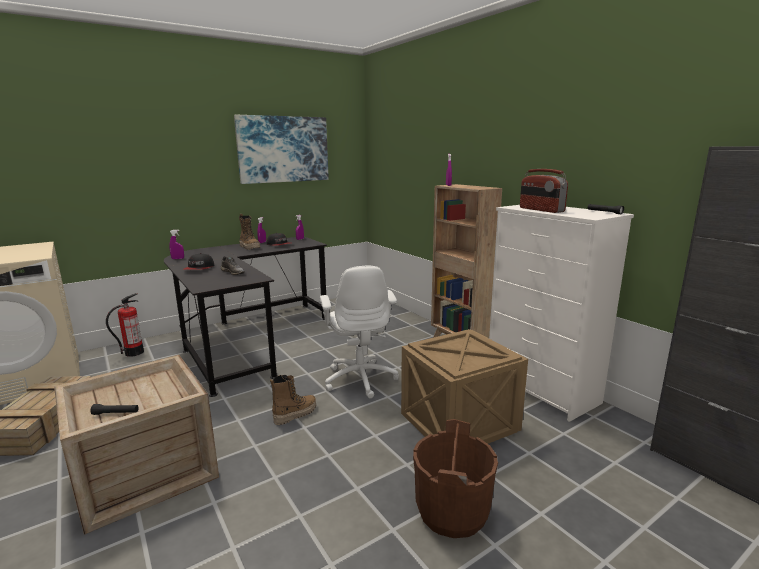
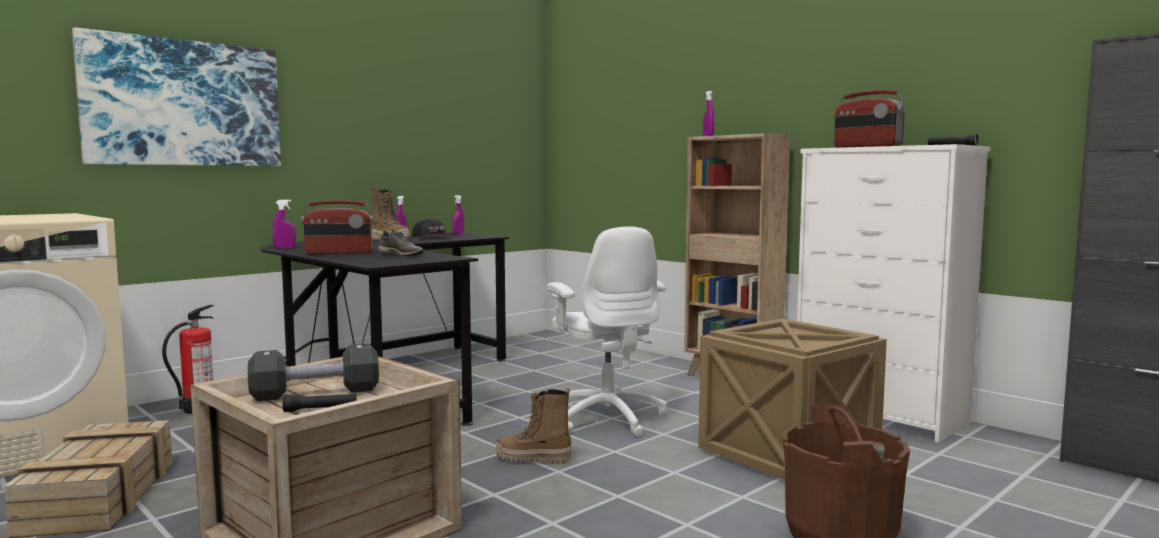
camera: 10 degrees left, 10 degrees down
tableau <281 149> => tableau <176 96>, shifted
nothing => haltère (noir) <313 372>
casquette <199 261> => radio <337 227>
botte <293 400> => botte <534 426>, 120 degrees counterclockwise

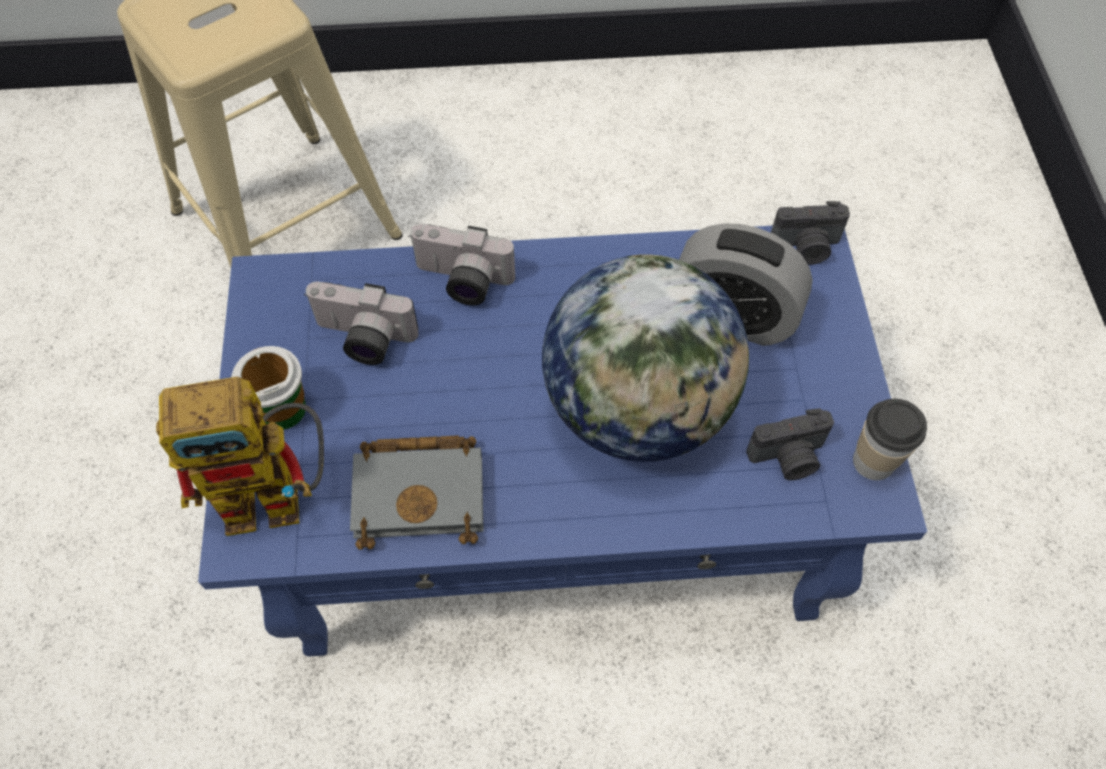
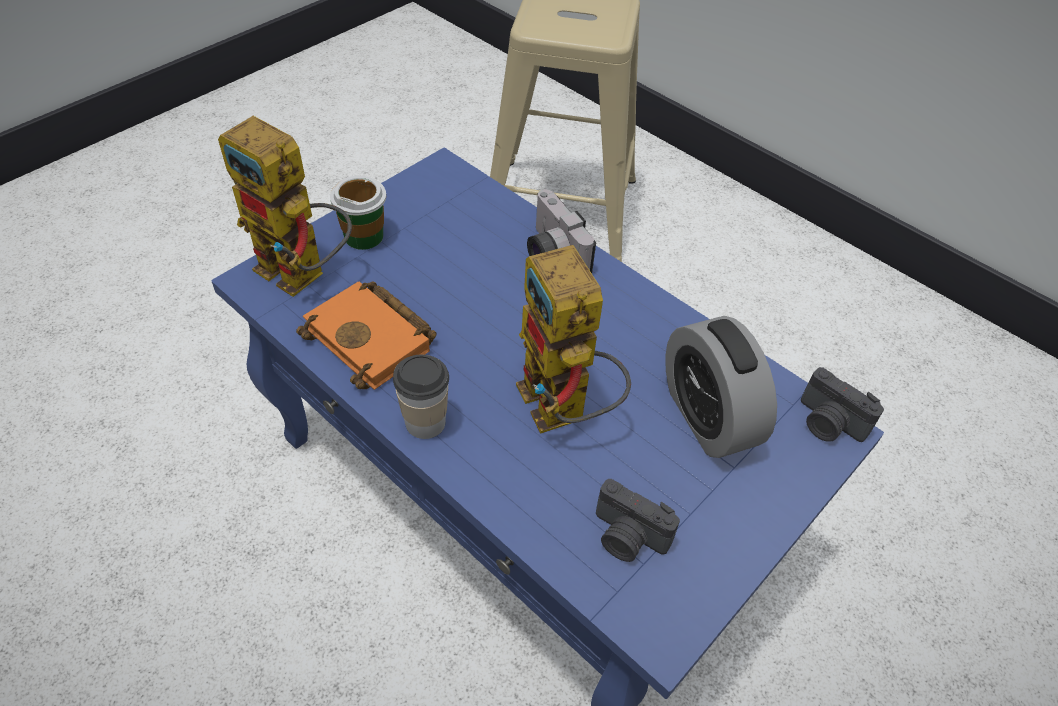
camera: 45 degrees right, 10 degrees down
livre (gris) <417 492> => livre (orange) <366 335>
tasse <890 439> => tasse <421 396>, shifted
globe <645 358> => robot jouet <573 339>
appareil photo <361 323> => nothing

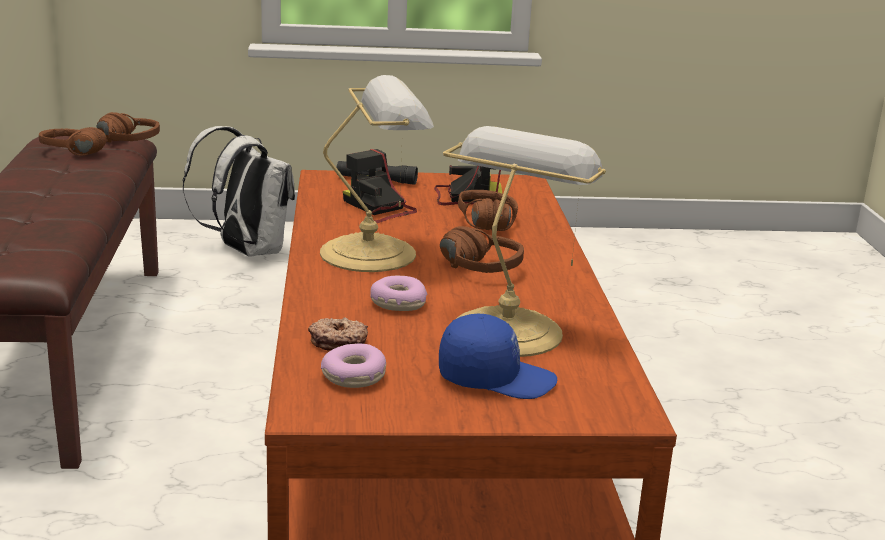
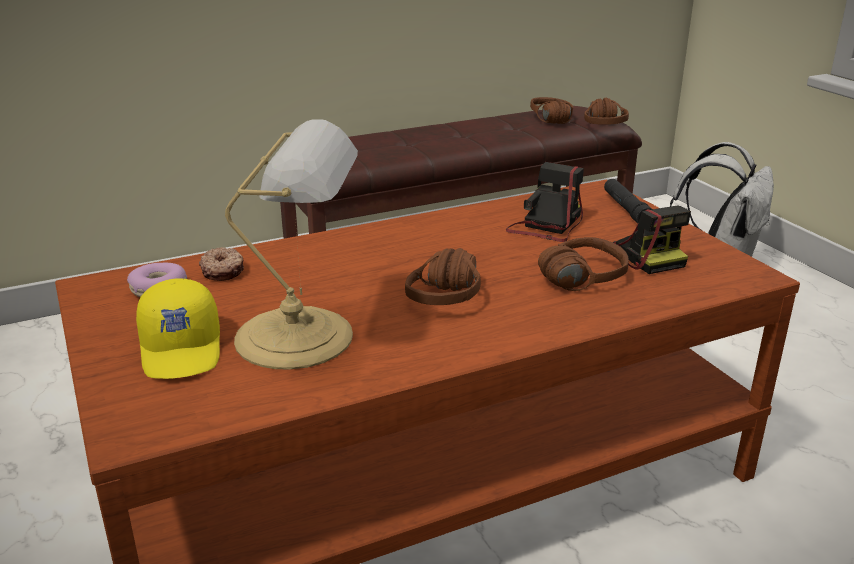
camera: 70 degrees right, 5 degrees up
casquette (bleu) <498 356> => casquette (jaune) <178 329>
lampe de table <377 173> => nothing
beignet <398 293> => nothing

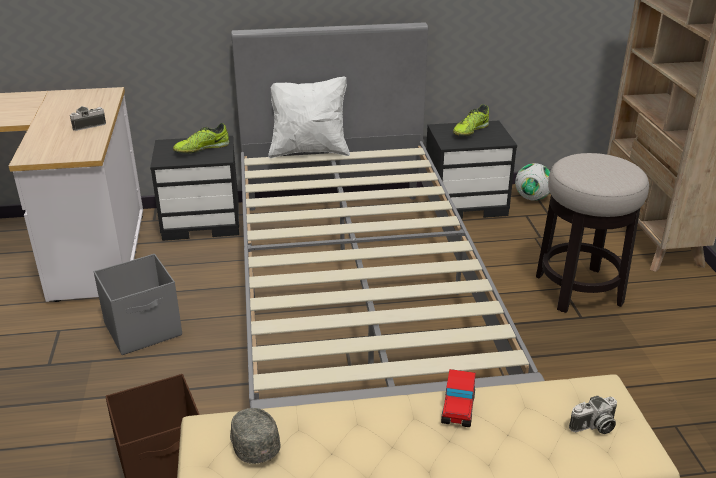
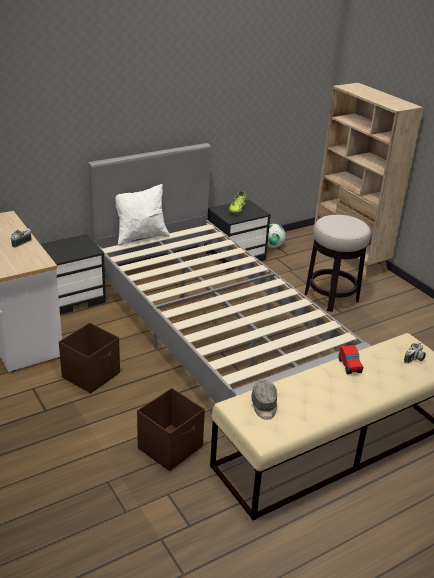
camera: 25 degrees left, 0 degrees up
boîte de rangement (gris) <138 304> => boîte de rangement (marron) <89 358>
casquette (gris) <255 436> => casquette (gris) <264 400>, 135 degrees counterclockwise
chaussure <201 138> => nothing

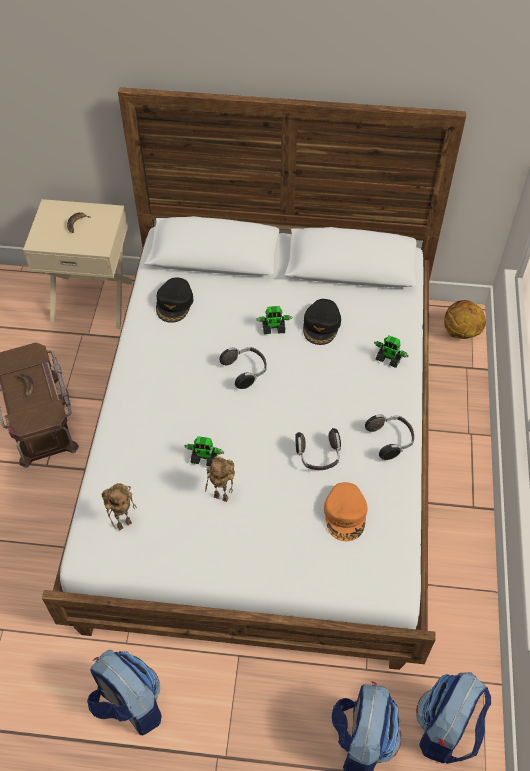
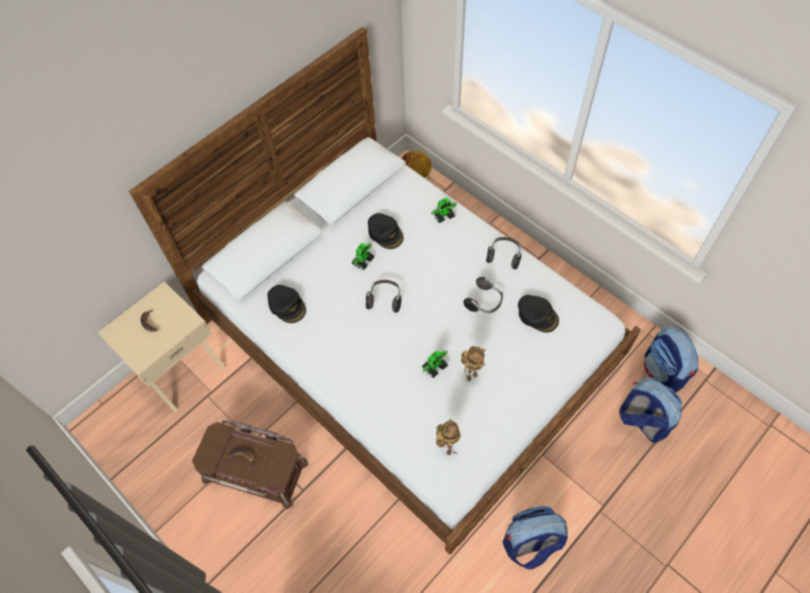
camera: 50 degrees left, 5 degrees up
casquette (orange) <346 511> => casquette (noir) <538 314>

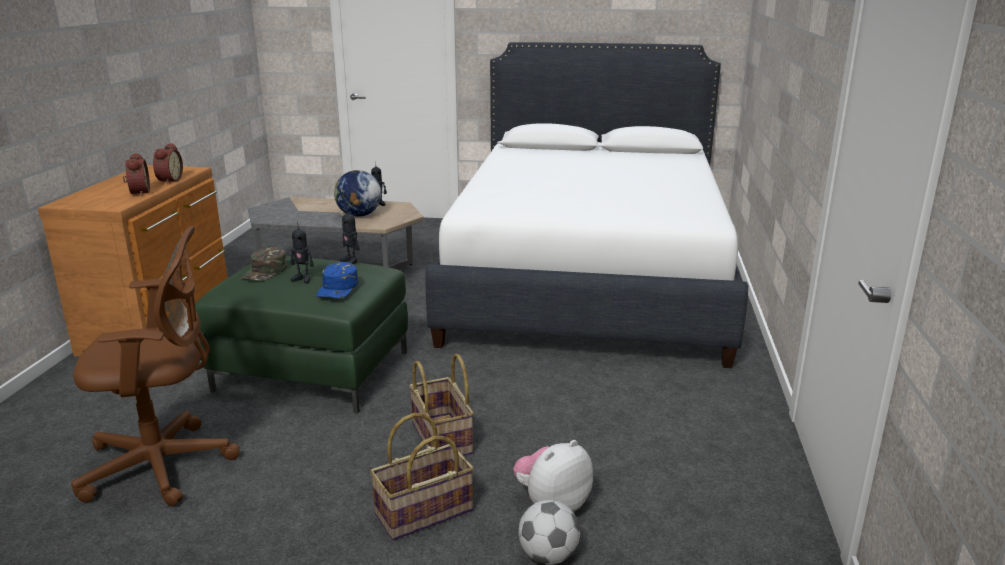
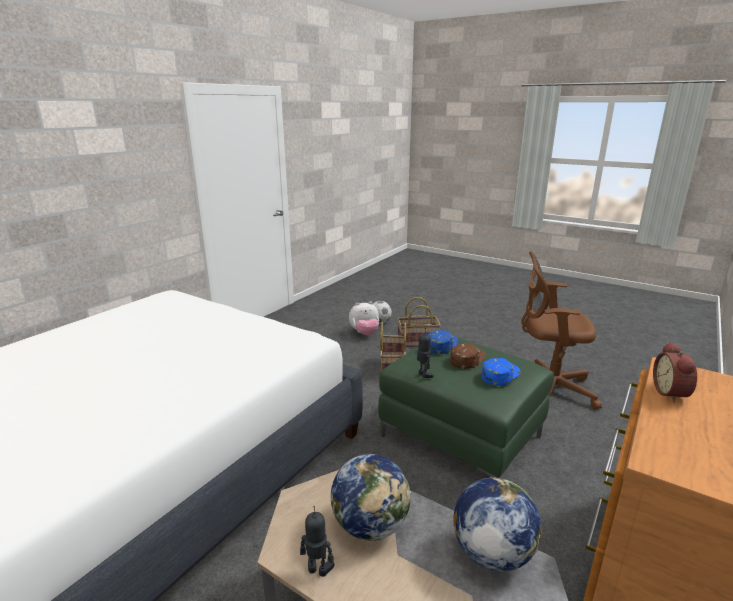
camera: 155 degrees left, 0 degrees up
robot jouet <302 252> => casquette (marron) <468 356>
nothing => globe <497 525>
casquette (vert) <264 264> => casquette (bleu) <501 372>
réveil <168 163> => nothing

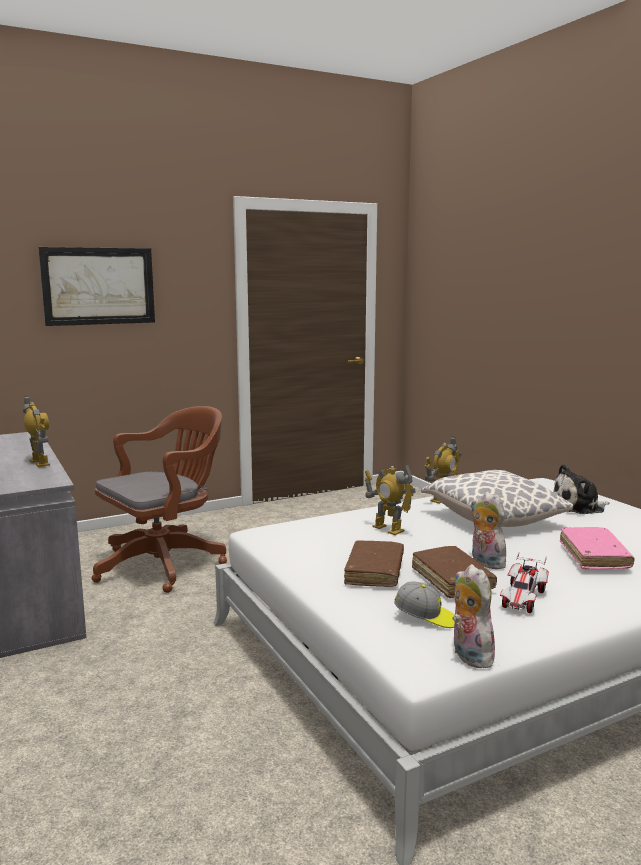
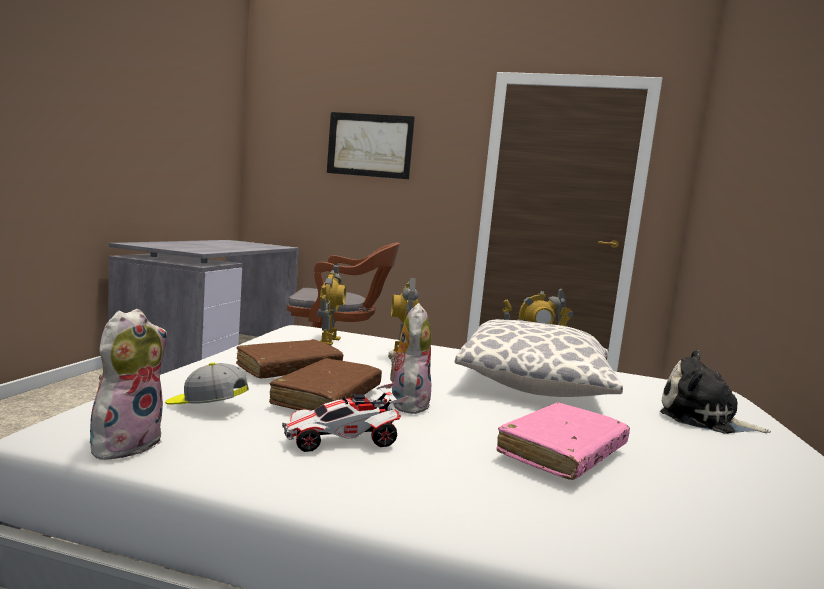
camera: 40 degrees right, 5 degrees down
casquette <424 604> => casquette <207 383>, 135 degrees clockwise
robot jouet <36 431> => robot jouet <331 304>, shifted

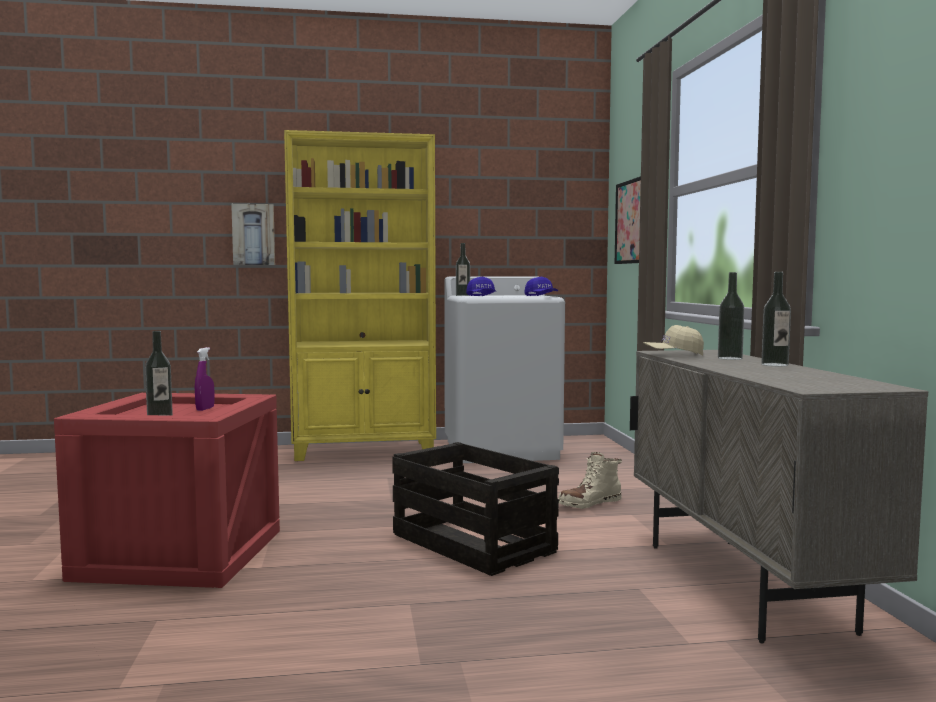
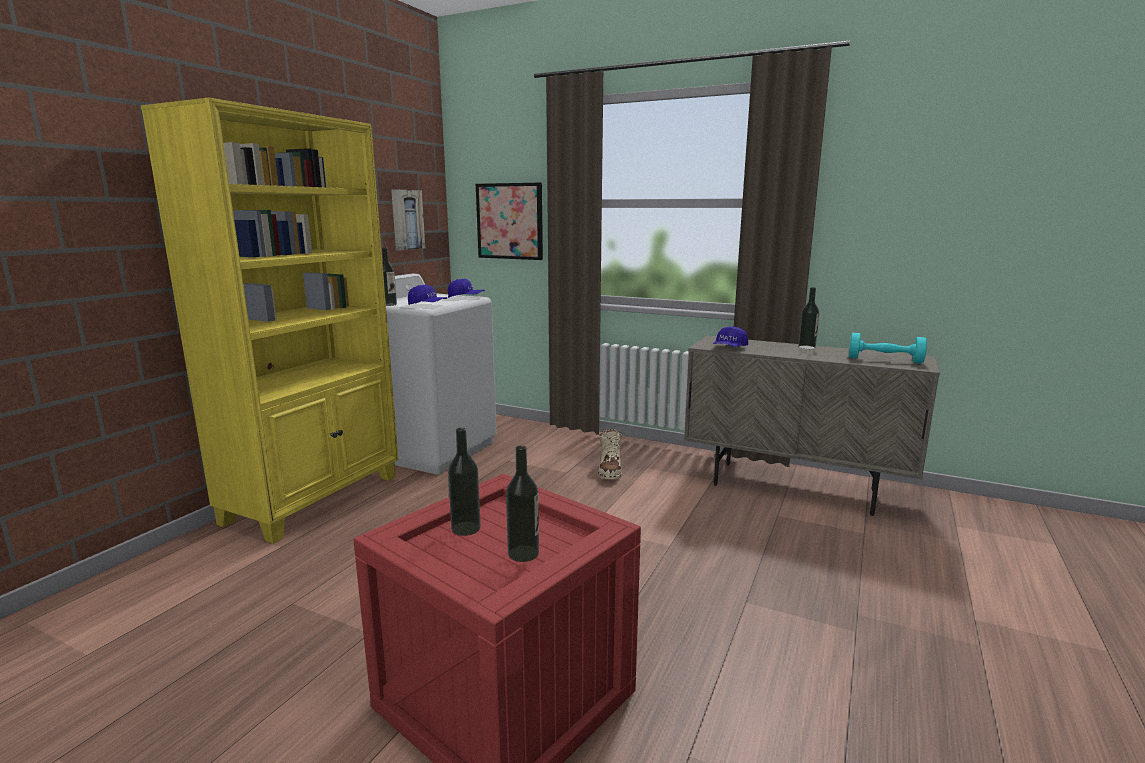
camera: 55 degrees left, 10 degrees up
tableau <253 234> => tableau <408 219>, shifted
bouteille <731 316> => bouteille <464 482>, shifted
casquette (beige) <673 340> => casquette (bleu) <730 336>
nothing => haltère (turquoise) <888 348>
vaporisateur (violet) <205 379> => nothing
caisse <475 509> => nothing

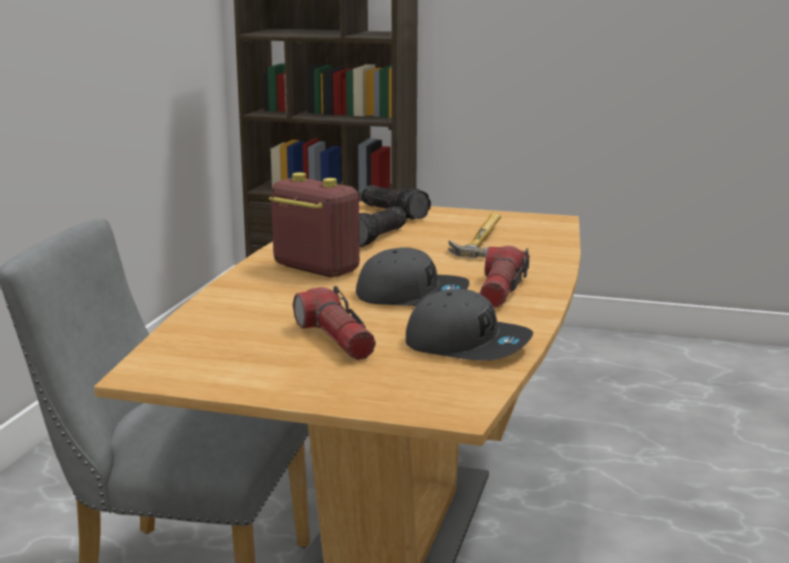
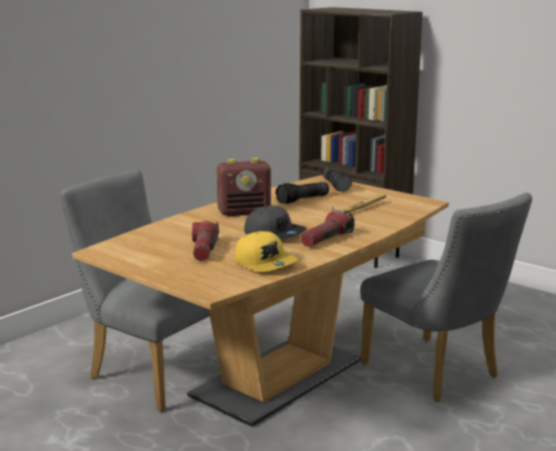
camera: 25 degrees right, 0 degrees up
radio <314 225> => radio <244 187>, 105 degrees clockwise
casquette (gris) <469 325> => casquette (jaune) <266 251>
nothing => chaise (gris) <447 297>

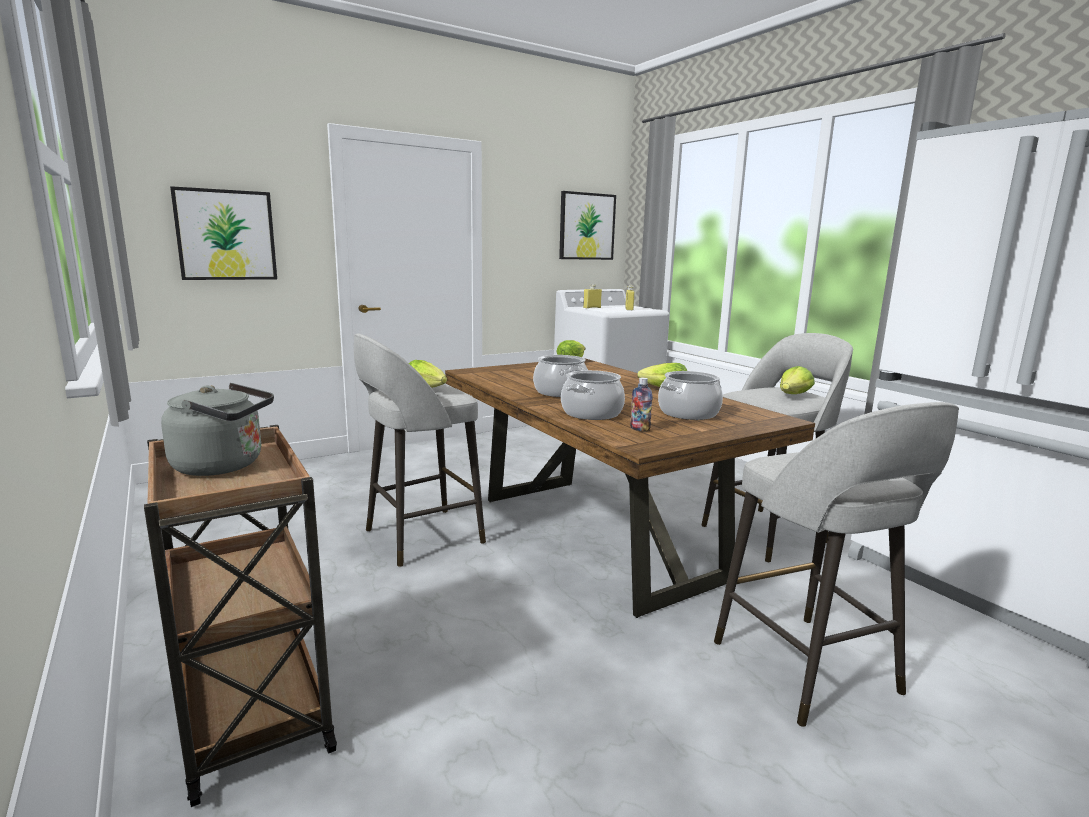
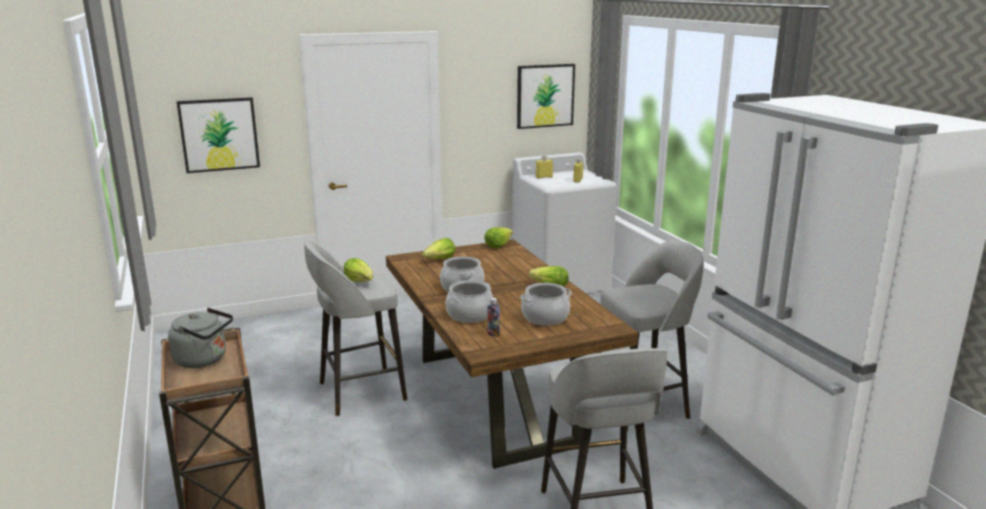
camera: 10 degrees right, 5 degrees up
laitue <797 380> => laitue <438 248>, shifted

